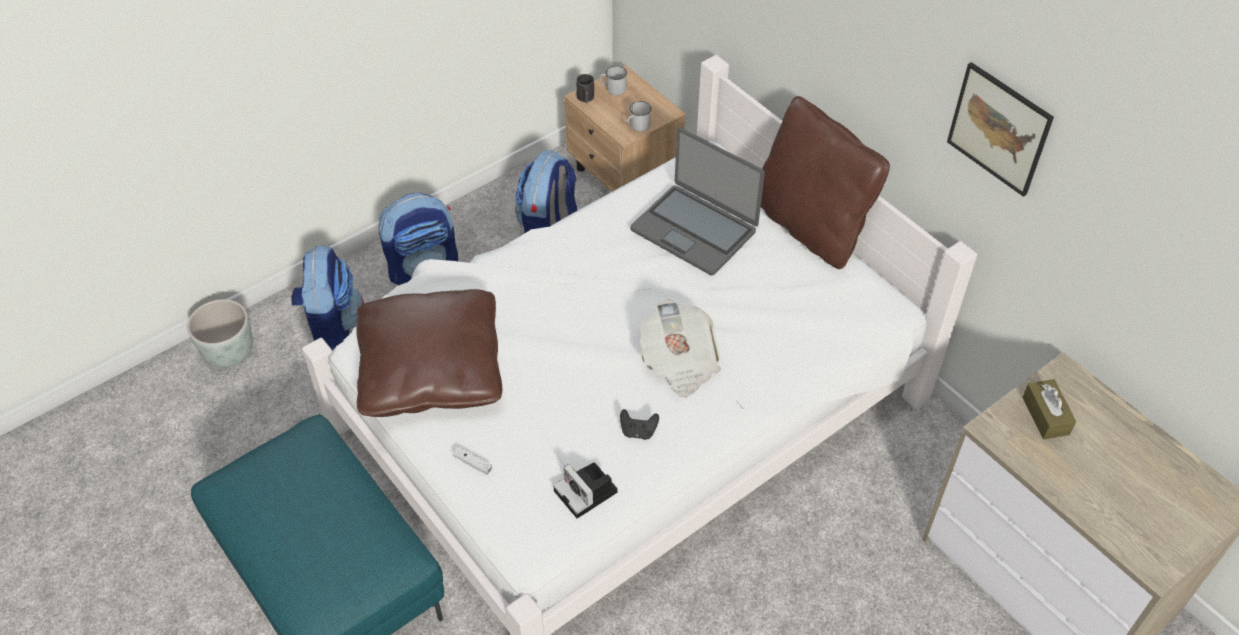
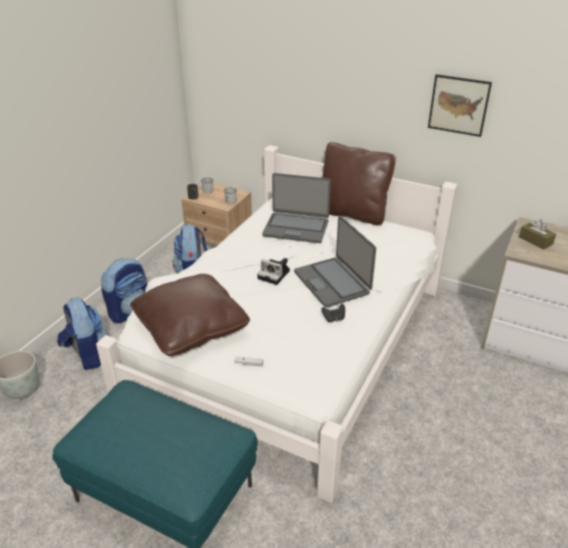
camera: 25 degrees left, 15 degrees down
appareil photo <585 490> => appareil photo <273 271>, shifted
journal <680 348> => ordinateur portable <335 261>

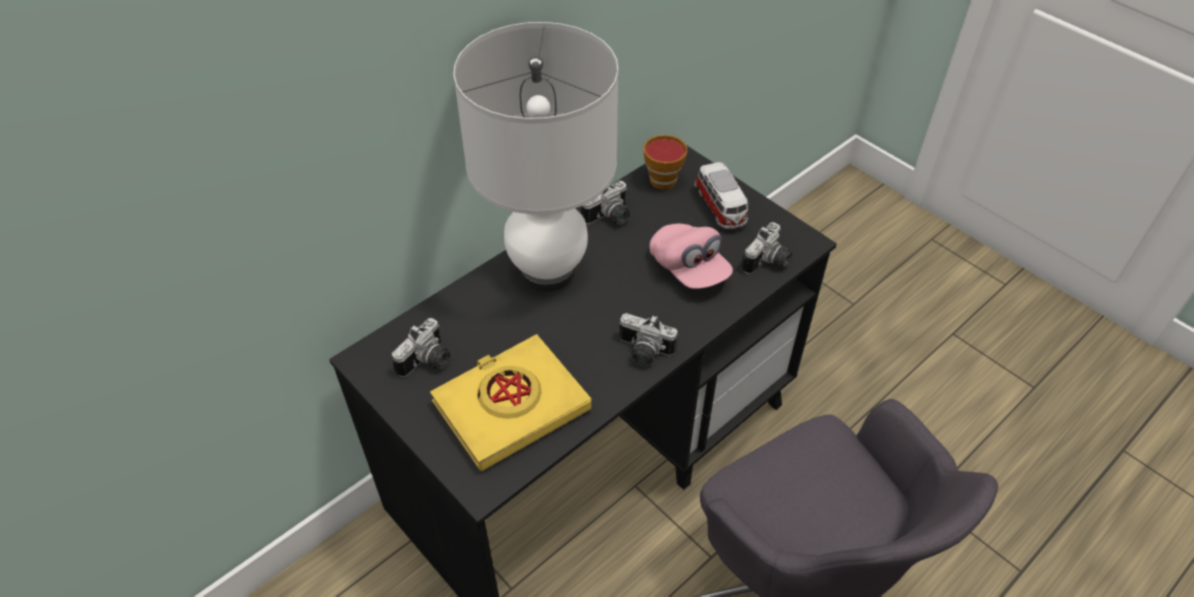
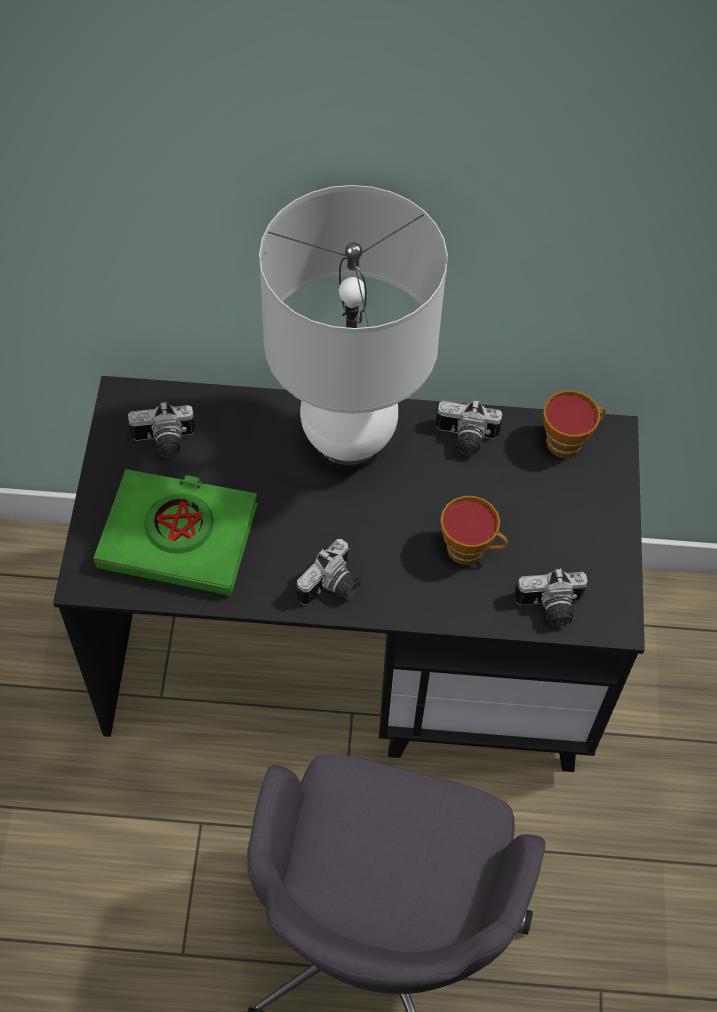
camera: 45 degrees right, 10 degrees up
livre (jaune) <510 402> => livre (vert) <176 532>
appareil photo <649 339> => appareil photo <328 572>, 120 degrees counterclockwise
casquette (rose) <691 256> => tasse <474 530>
petite voiture <722 195> => nothing

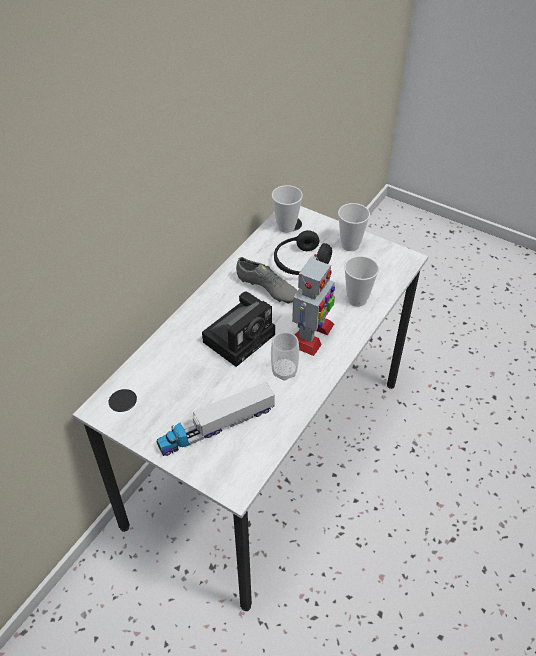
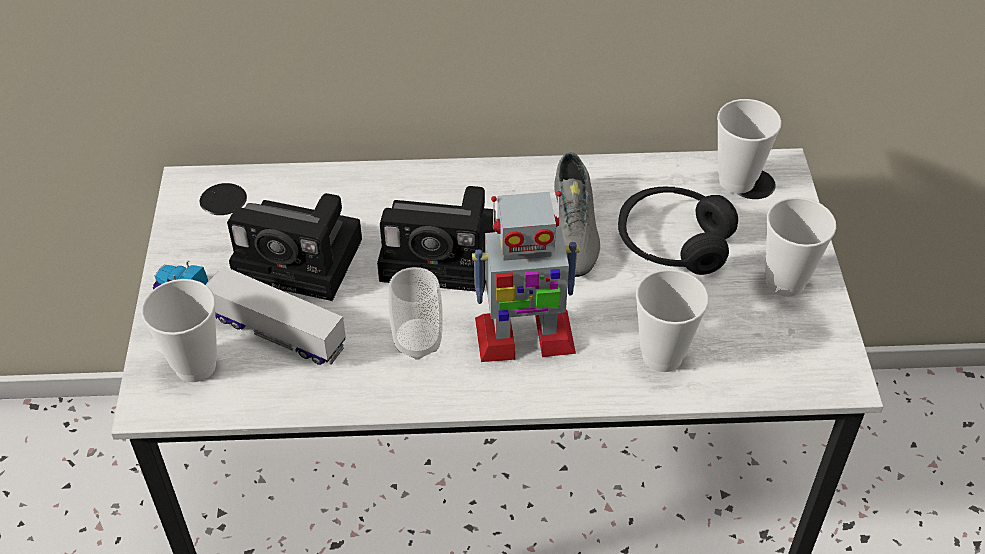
camera: 55 degrees right, 0 degrees up
nothing => tasse <179 330>
nothing => appareil photo <294 247>

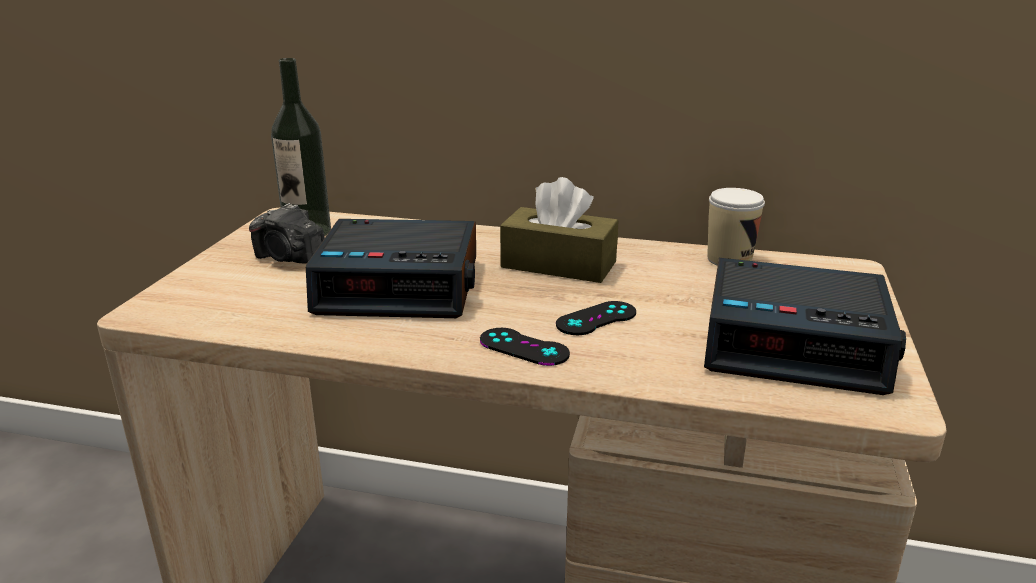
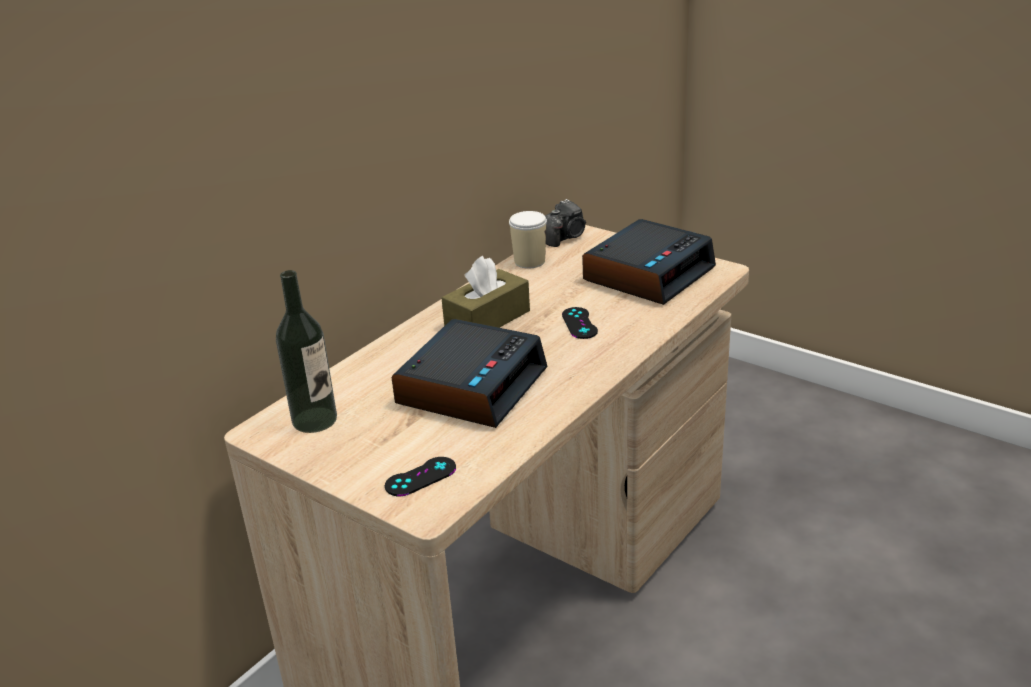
camera: 65 degrees left, 5 degrees up
manette (noir) <525 347> => manette (noir) <420 476>, shifted
appareil photo <287 233> => appareil photo <565 223>, shifted

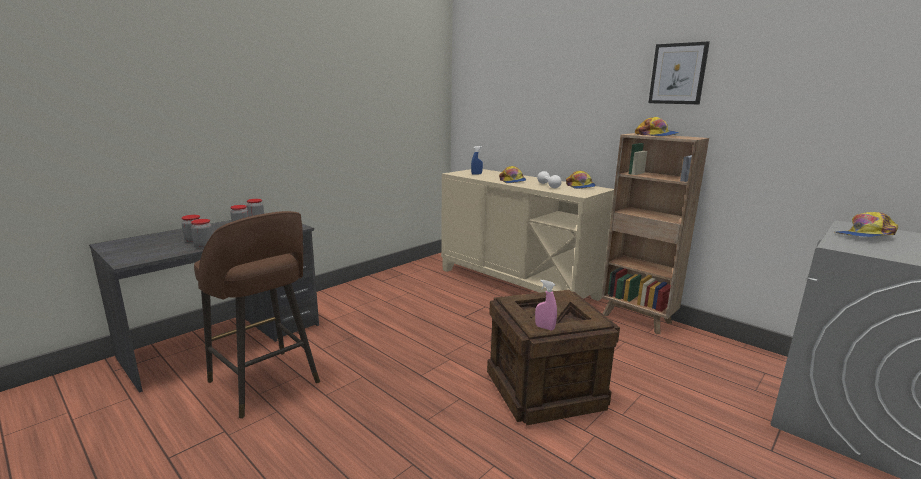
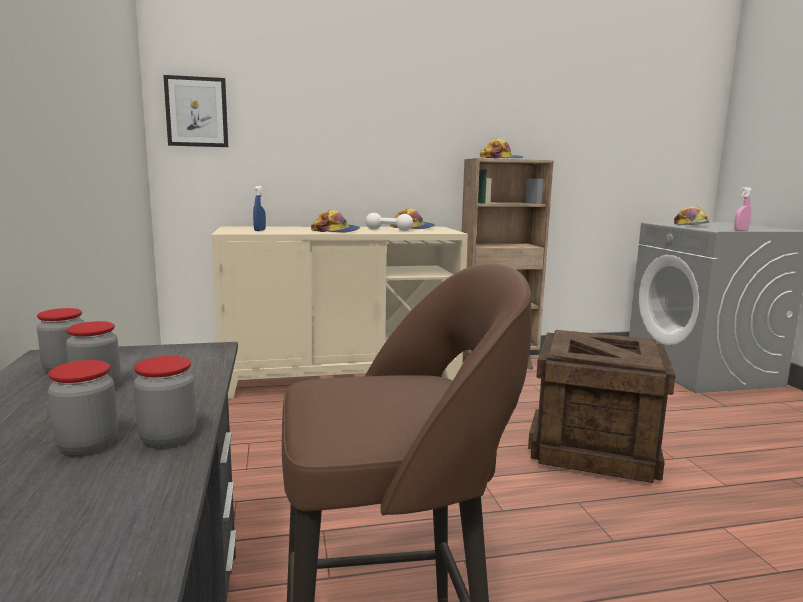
camera: 55 degrees left, 5 degrees down
tableau <679 72> => tableau <195 111>, shifted
vaporisateur (rose) <546 305> => vaporisateur (rose) <743 209>, shifted

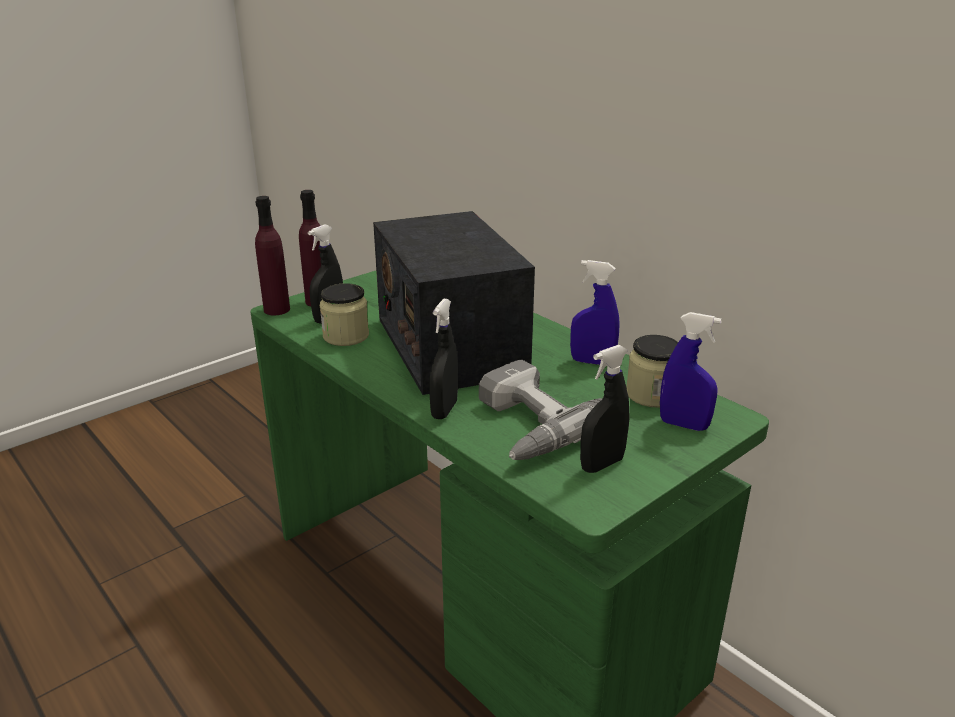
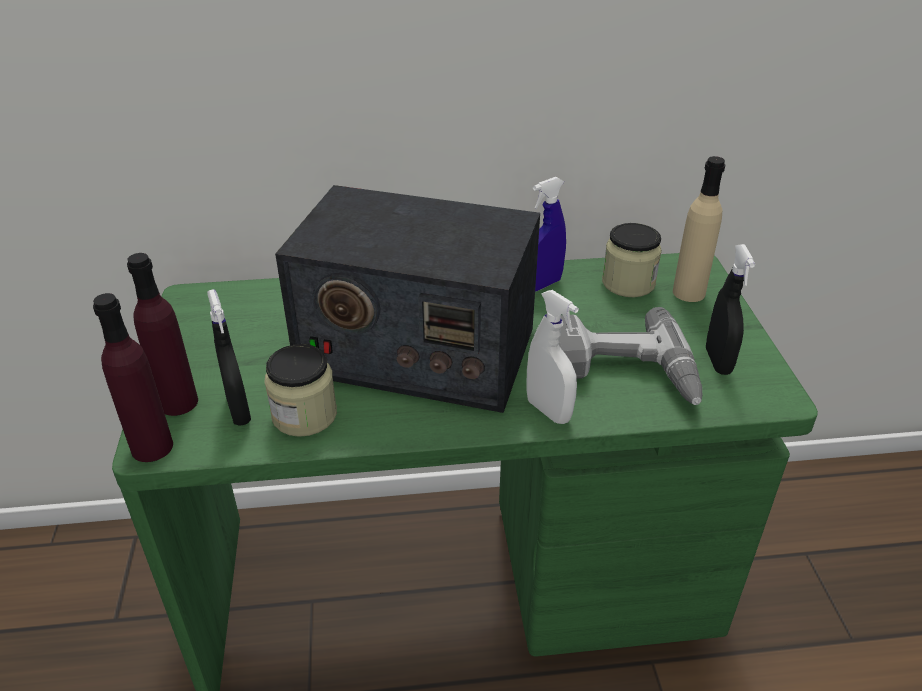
camera: 55 degrees left, 10 degrees up
vaporisateur (noir) <443 359> => vaporisateur (blanc) <552 357>
vaporisateur (bleu) <691 371> => bouteille (beige) <699 229>

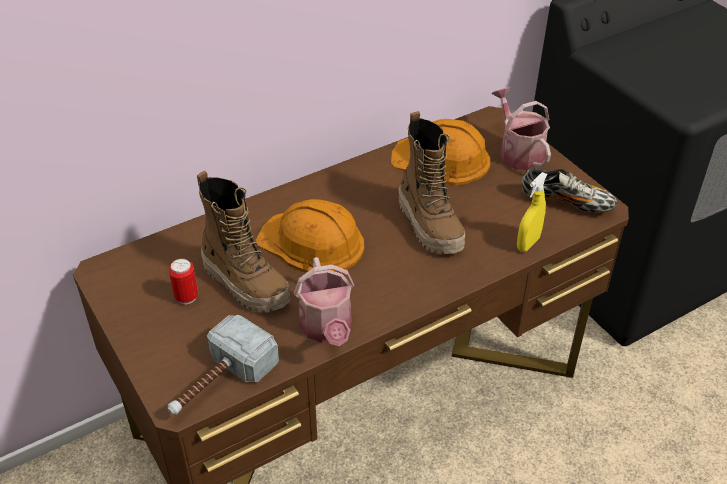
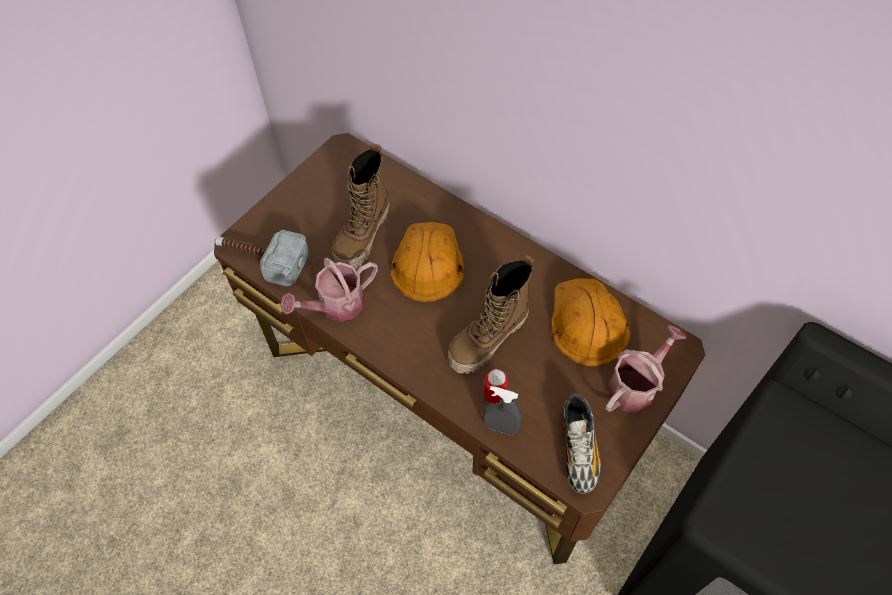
camera: 70 degrees right, 15 degrees up
vaporisateur (jaune) <532 212> => vaporisateur (gris) <502 410>
boîte métallique <183 281> => boîte métallique <496 386>, shifted

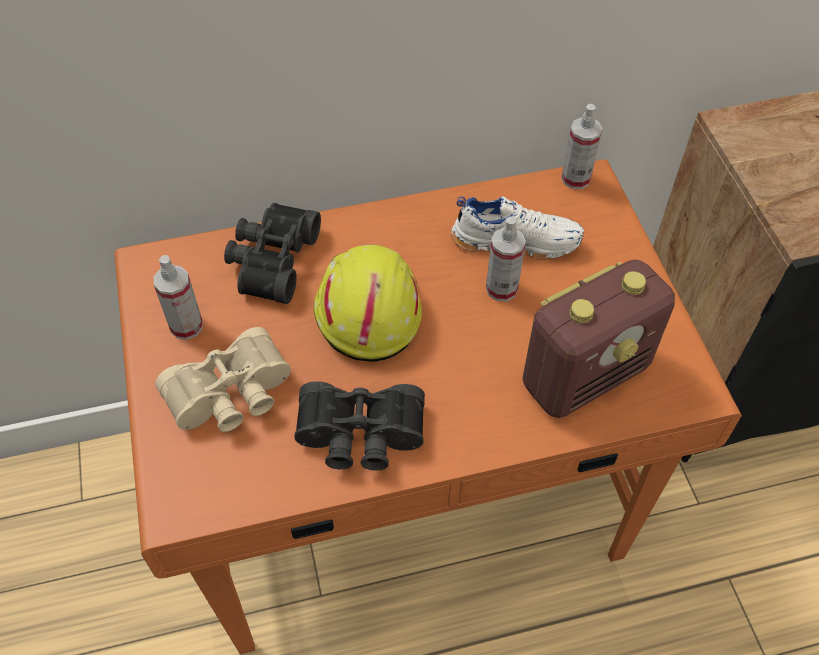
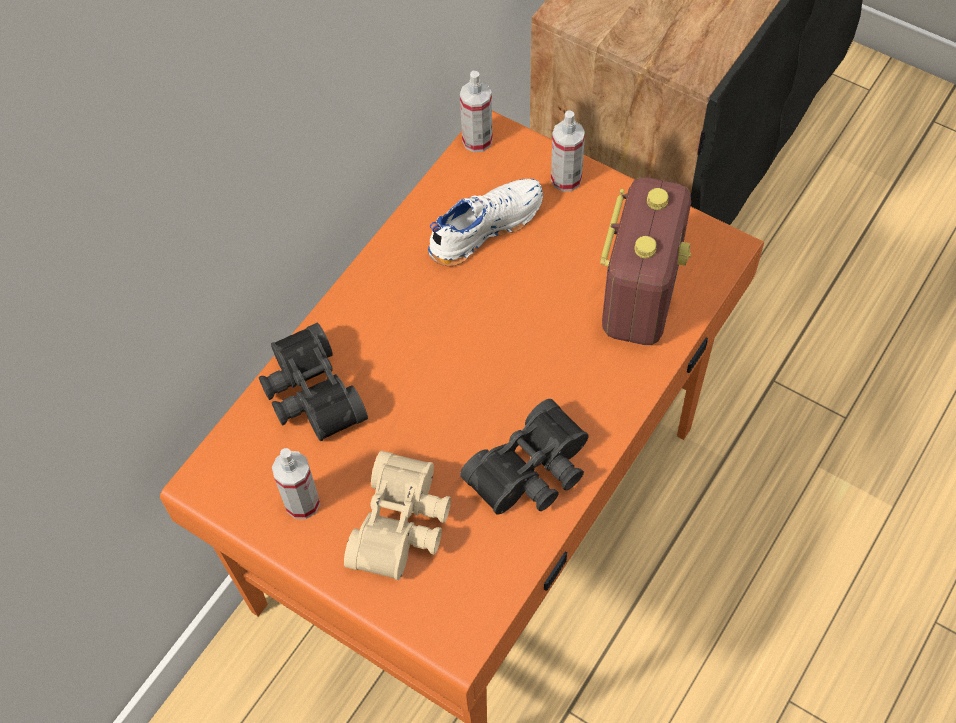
camera: 40 degrees left, 5 degrees up
vaporisateur <506 259> => vaporisateur <568 151>, shifted
casque de chantier (jaune) <368 303> => nothing

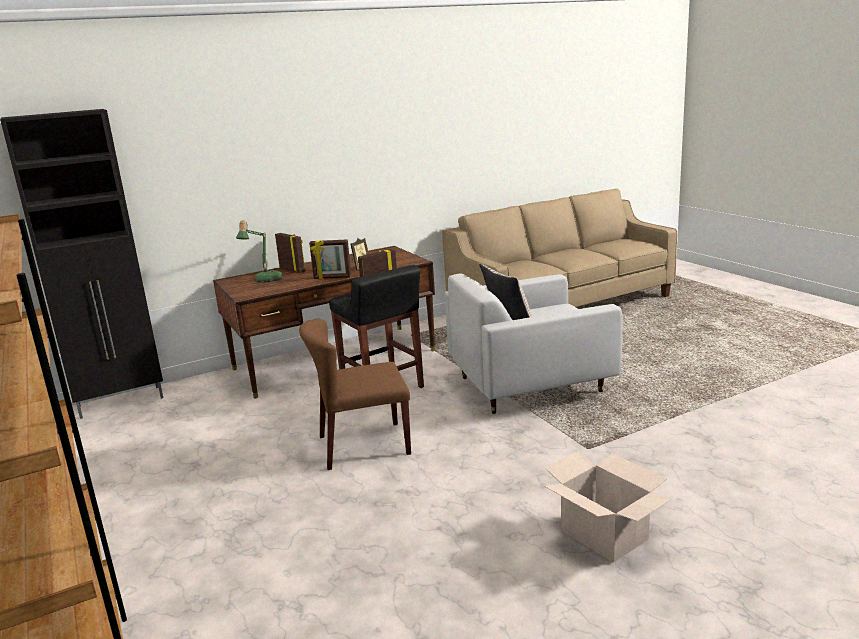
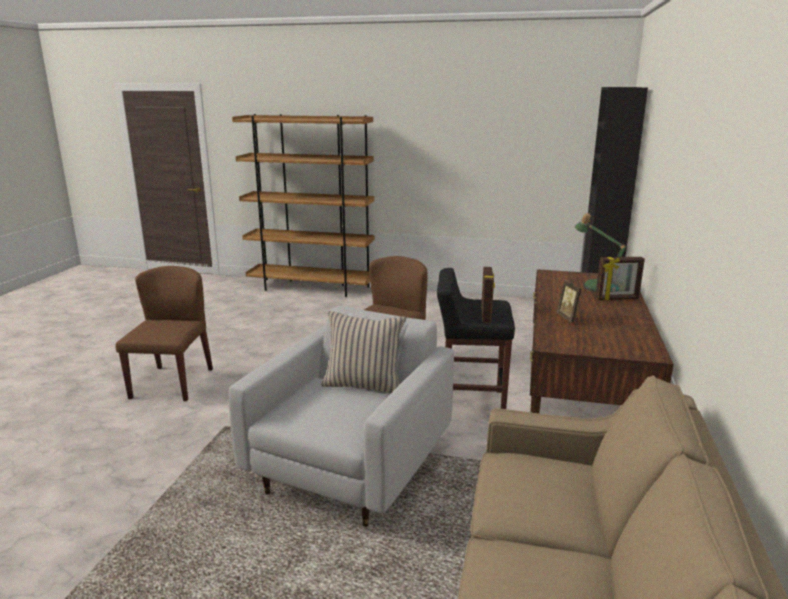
camera: 130 degrees right, 0 degrees up
carton <607 507> => chaise (marron) <164 333>
cadre photo <330 259> => nothing

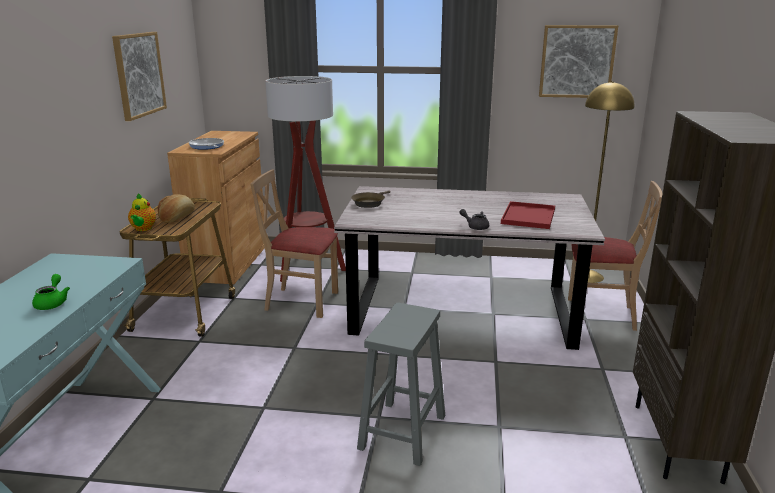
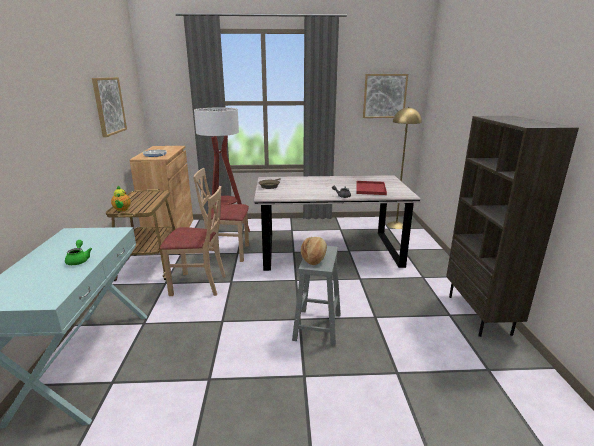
camera: 10 degrees left, 0 degrees up
chaise (beige) <615 256> => chaise (beige) <193 241>, shifted
pain <176 208> => pain <314 251>, shifted

